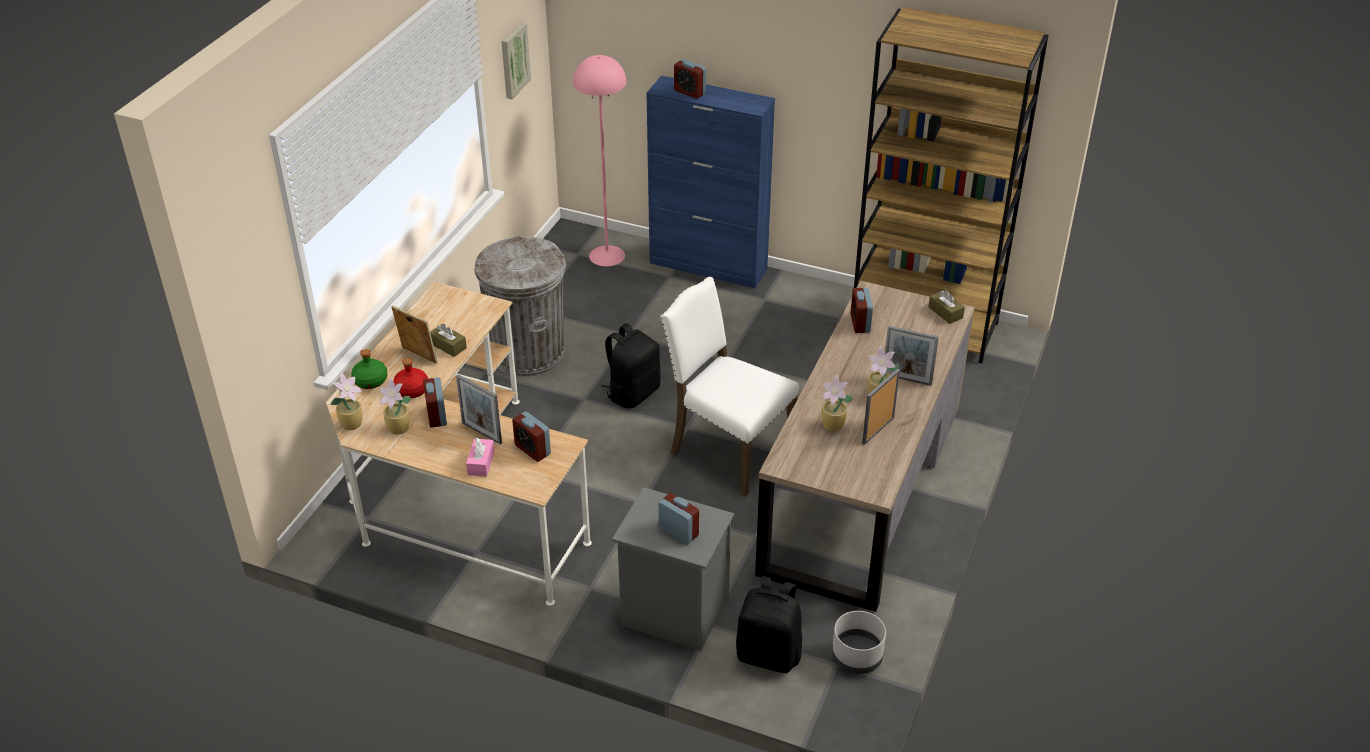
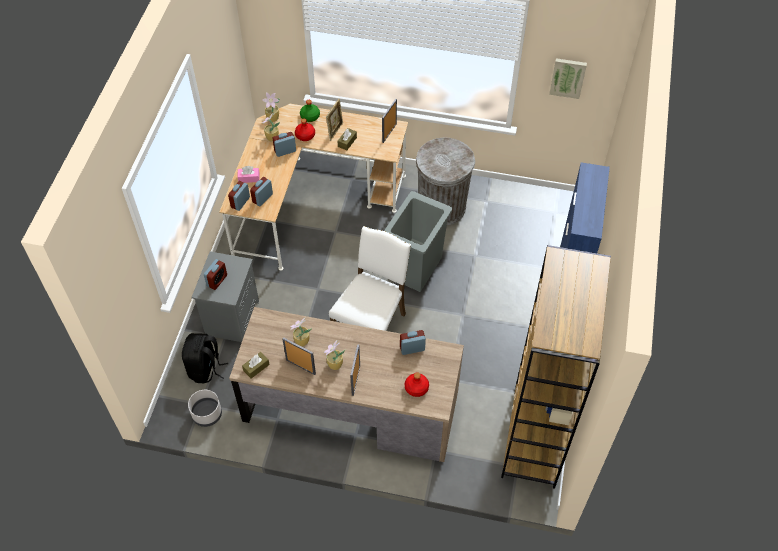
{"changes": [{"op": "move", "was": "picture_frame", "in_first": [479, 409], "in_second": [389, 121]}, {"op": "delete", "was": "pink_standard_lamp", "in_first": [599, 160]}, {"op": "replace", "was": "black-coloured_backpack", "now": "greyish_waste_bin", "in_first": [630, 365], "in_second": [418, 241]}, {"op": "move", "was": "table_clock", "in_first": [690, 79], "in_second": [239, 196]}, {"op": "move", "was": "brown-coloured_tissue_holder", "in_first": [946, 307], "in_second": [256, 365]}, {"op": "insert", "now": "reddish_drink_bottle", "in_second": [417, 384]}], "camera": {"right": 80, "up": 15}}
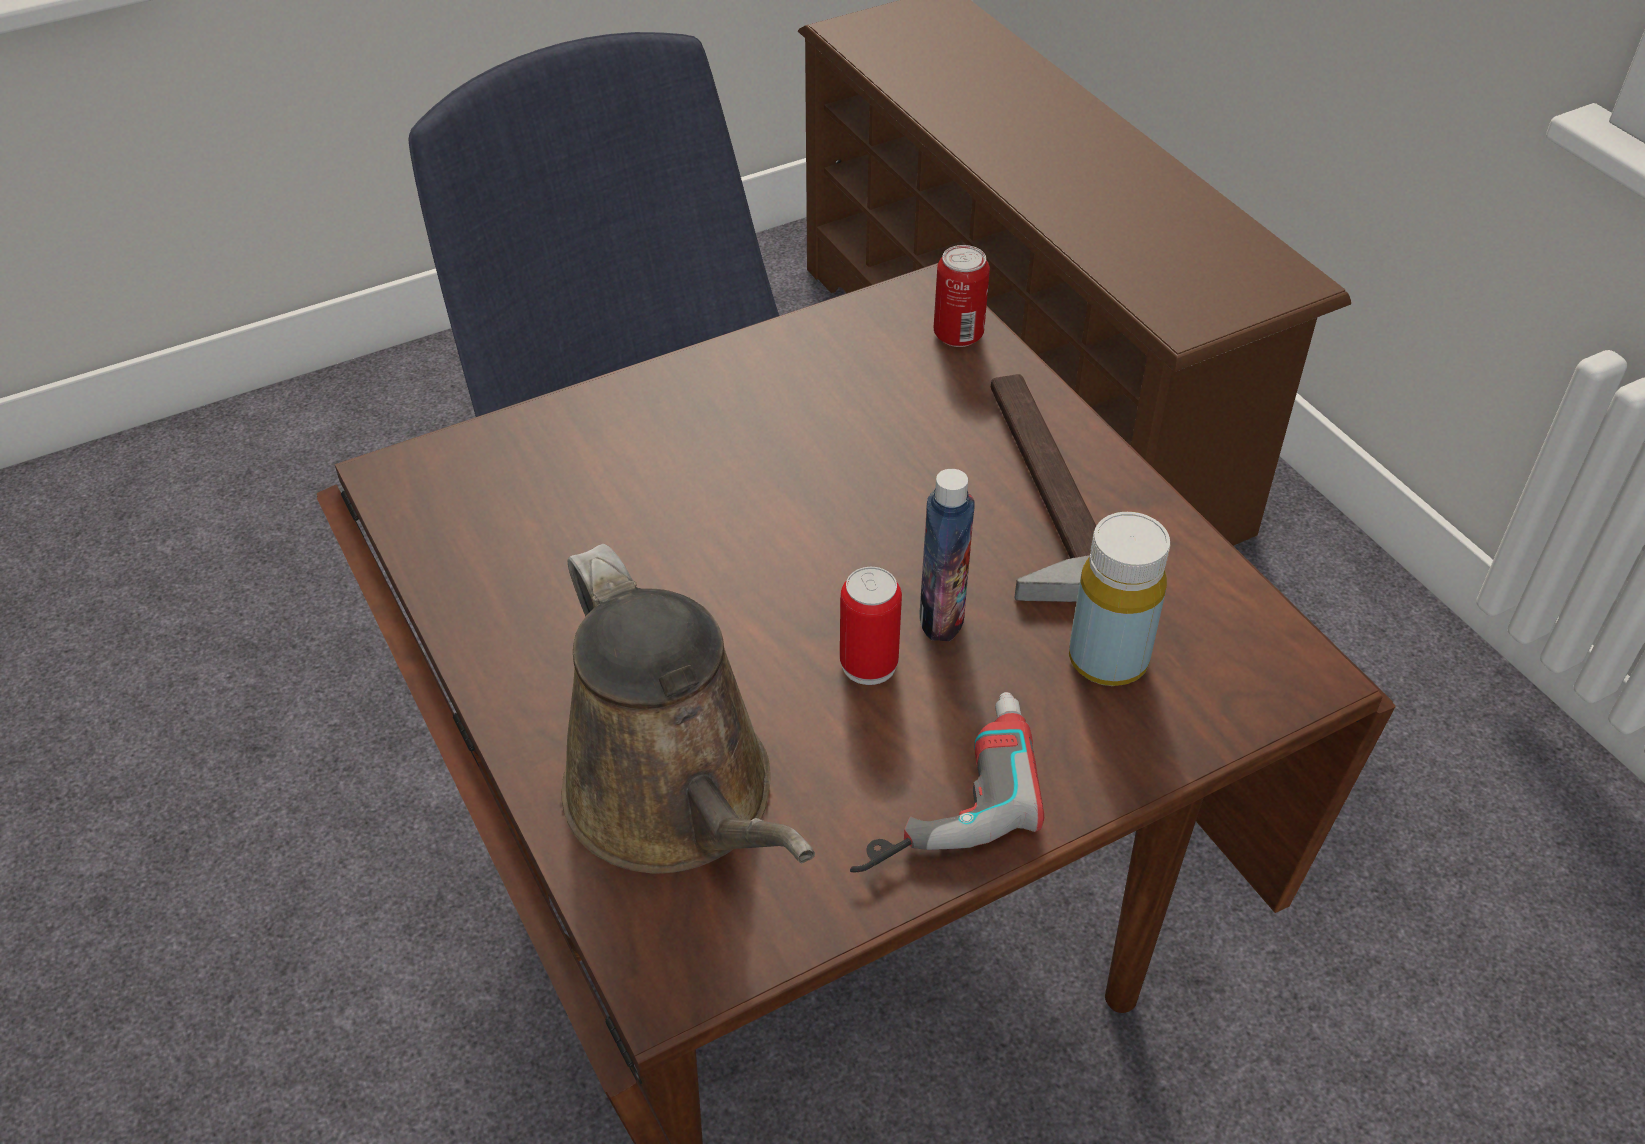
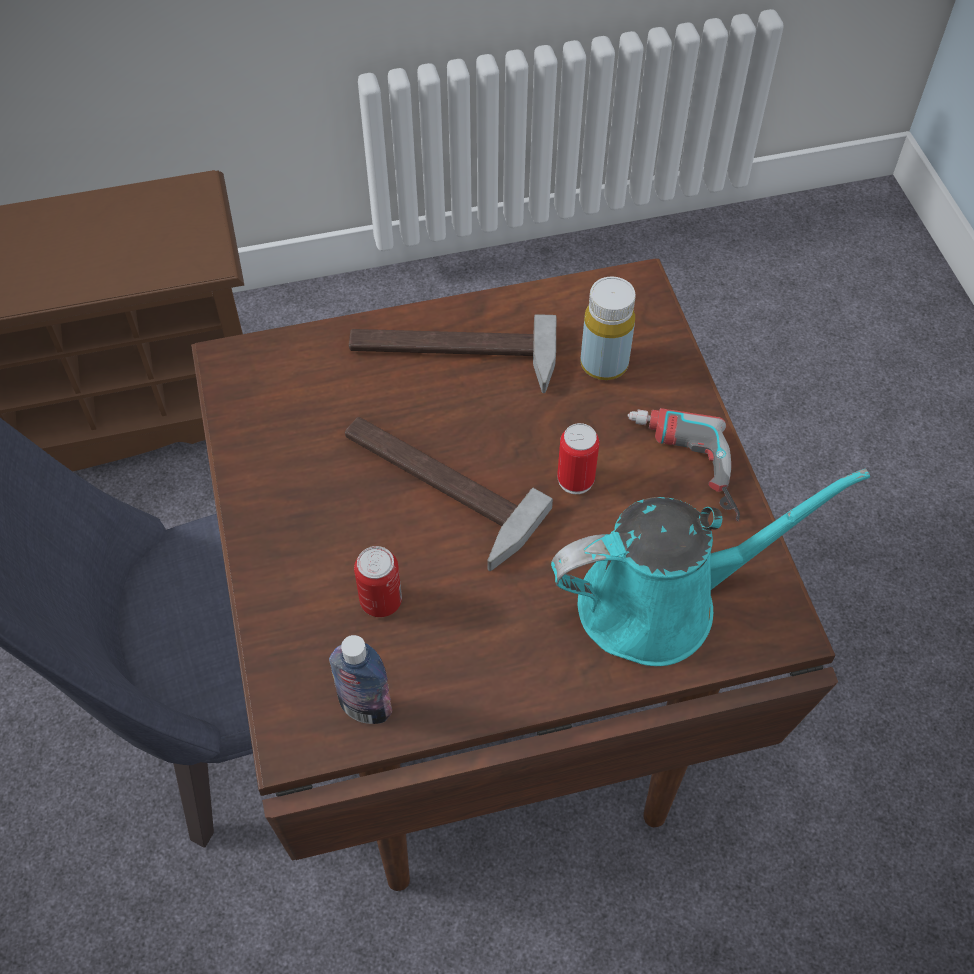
{"changes": [{"op": "recolor", "was": "brown-coloured_watering_pot", "now": "turquoise-coloured_watering_pot", "in_first": [688, 709], "in_second": [710, 567]}, {"op": "move", "was": "drink_bottle", "in_first": [947, 555], "in_second": [360, 679]}, {"op": "move", "was": "metal_can", "in_first": [962, 296], "in_second": [378, 581]}, {"op": "insert", "now": "hammer", "in_second": [449, 494]}], "camera": {"right": -75, "up": 10}}
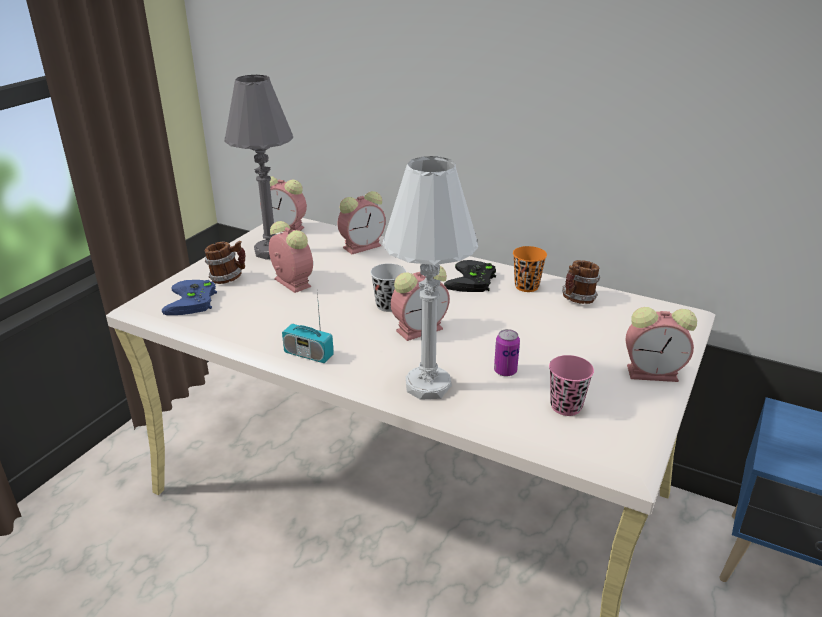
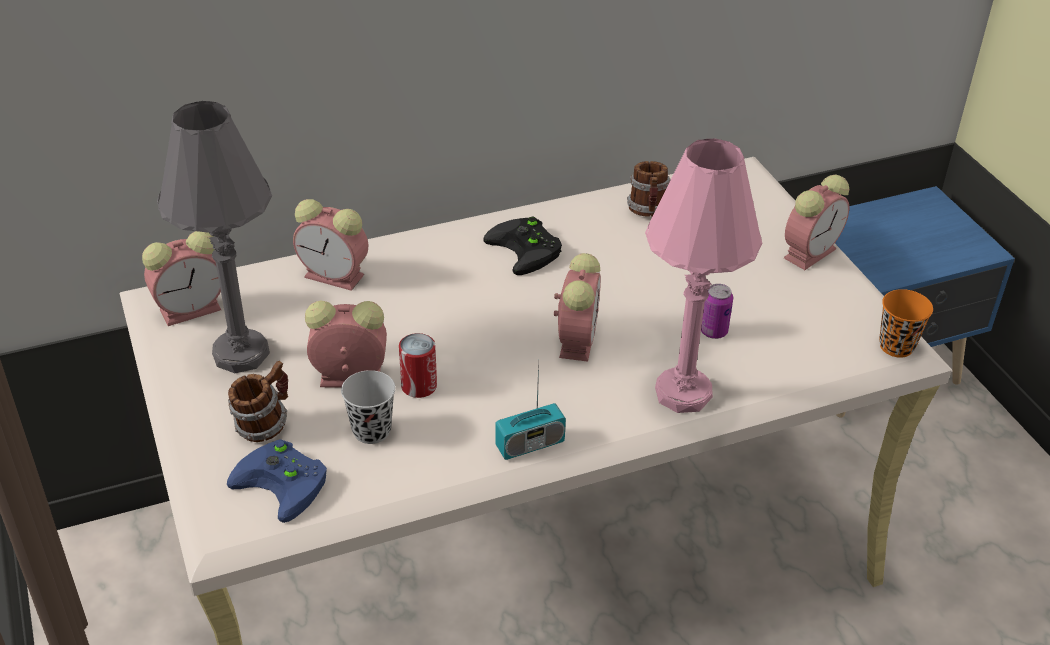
{"changes": [{"op": "rotate", "was": "table_clock", "in_first": [362, 222], "in_second": [330, 245], "clockwise": 105}, {"op": "move", "was": "black-coloured_drinking_cup", "in_first": [388, 288], "in_second": [368, 407]}, {"op": "recolor", "was": "whitish_lamp_for_a_table", "now": "pink_lamp_for_a_table", "in_first": [430, 278], "in_second": [703, 275]}, {"op": "move", "was": "orange_drinking_cup", "in_first": [530, 269], "in_second": [906, 323]}, {"op": "delete", "was": "pink_drinking_cup", "in_first": [571, 385]}, {"op": "insert", "now": "metal_can", "in_second": [418, 365]}], "camera": {"right": -50, "up": 10}}
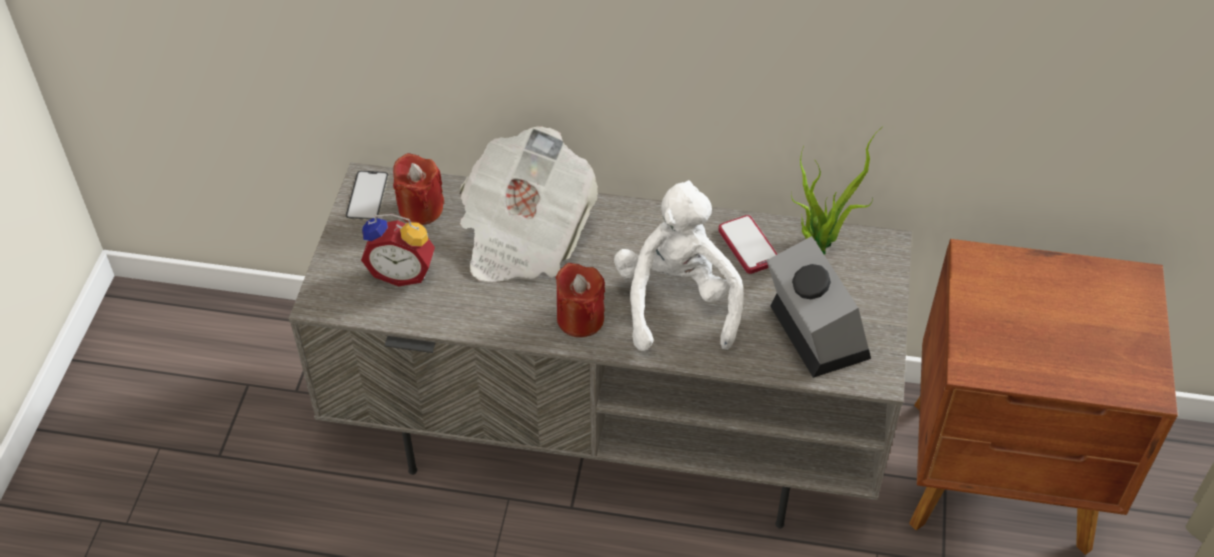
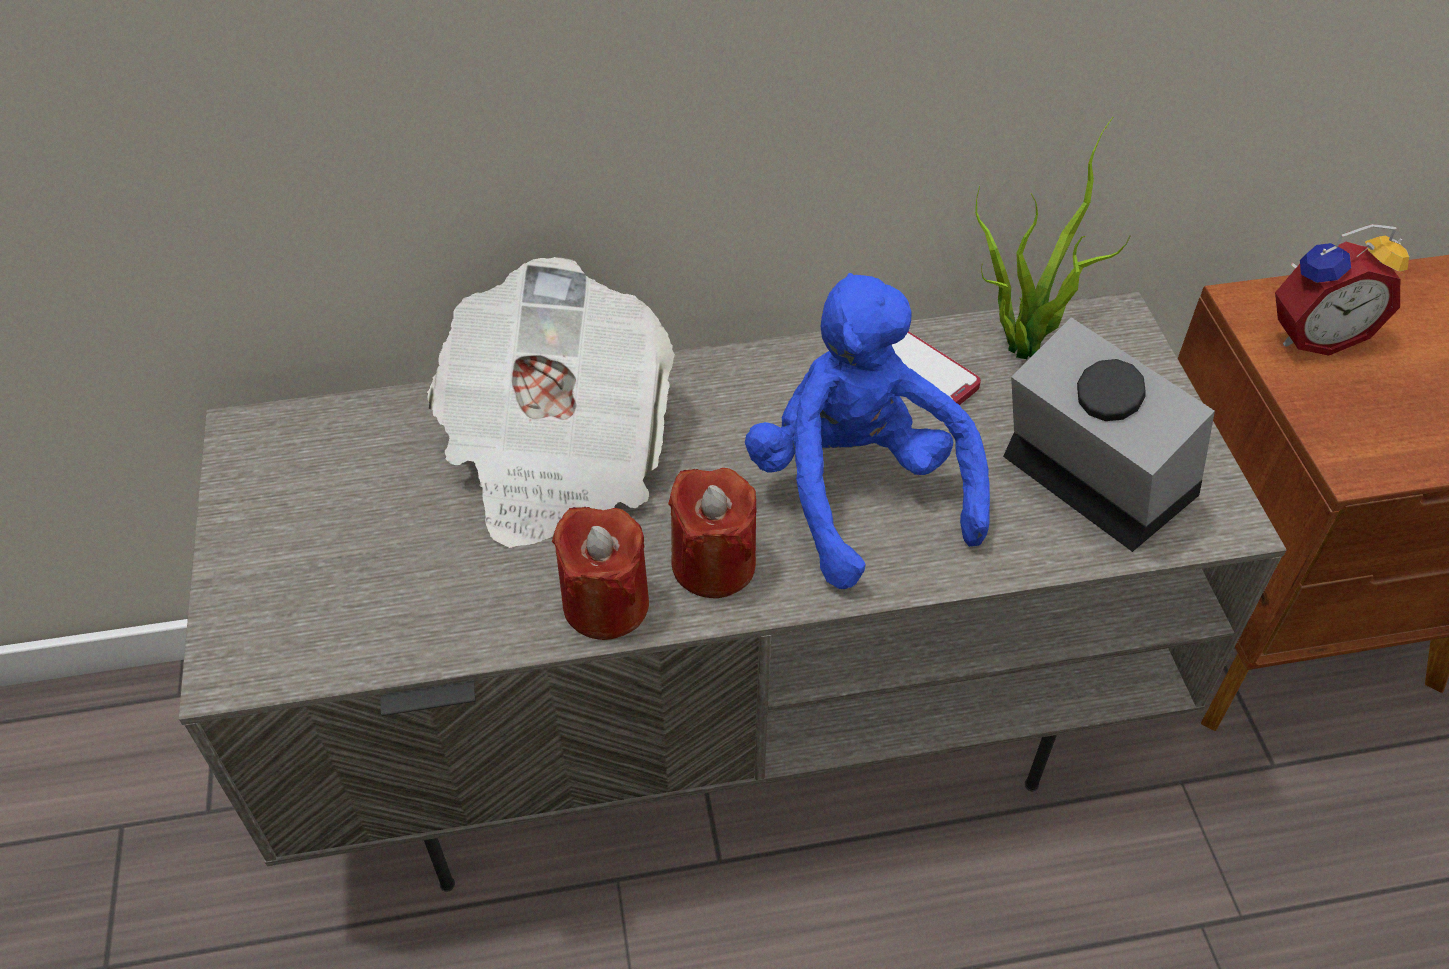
{"changes": [{"op": "delete", "was": "handset", "in_first": [367, 195]}, {"op": "move", "was": "table_clock", "in_first": [398, 250], "in_second": [1342, 290]}, {"op": "move", "was": "reddish_wax_candle", "in_first": [418, 189], "in_second": [600, 573]}, {"op": "recolor", "was": "whitish_soft_toy", "now": "bluish_soft_toy", "in_first": [679, 265], "in_second": [867, 431]}], "camera": {"right": -20, "up": 0}}
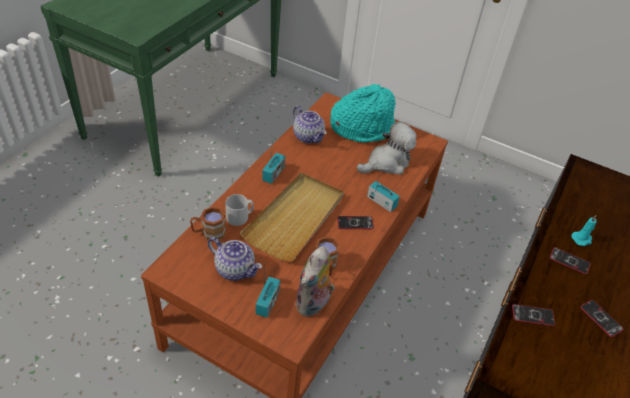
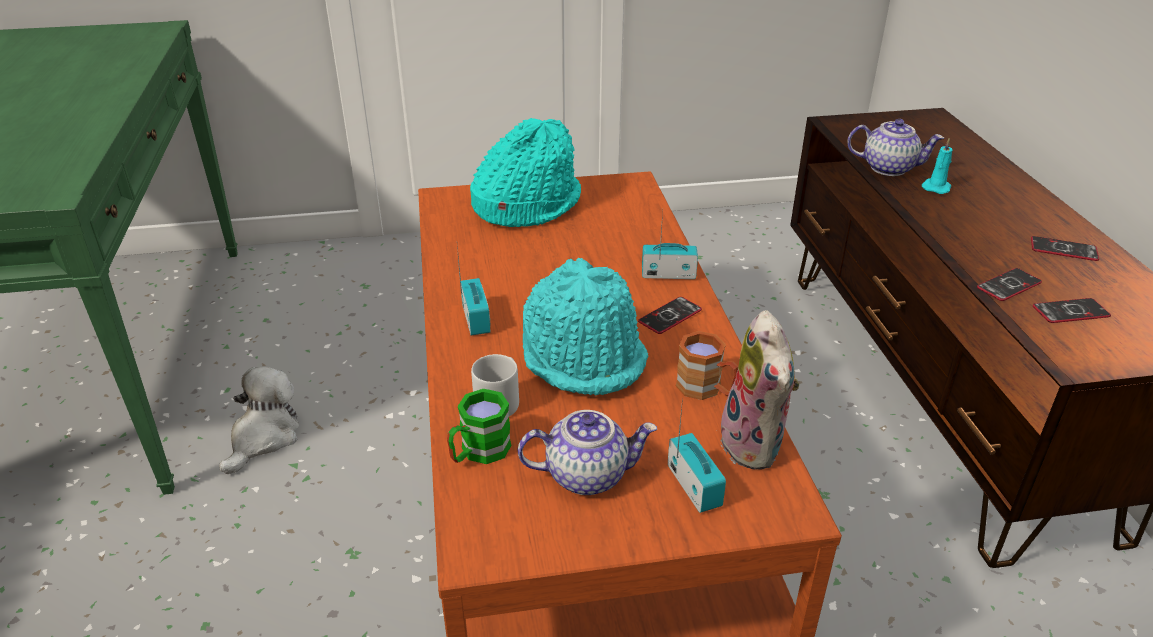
{"changes": [{"op": "recolor", "was": "brown-coloured_tea_mug", "now": "green-coloured_tea_mug", "in_first": [208, 224], "in_second": [479, 426]}, {"op": "replace", "was": "sand-coloured_serving_tray", "now": "turquoise-coloured_hat", "in_first": [292, 217], "in_second": [586, 327]}, {"op": "move", "was": "tea_pot", "in_first": [310, 124], "in_second": [895, 147]}, {"op": "move", "was": "soft_toy", "in_first": [386, 148], "in_second": [259, 420]}, {"op": "move", "was": "handset", "in_first": [570, 260], "in_second": [1072, 310]}], "camera": {"right": -35, "up": -10}}
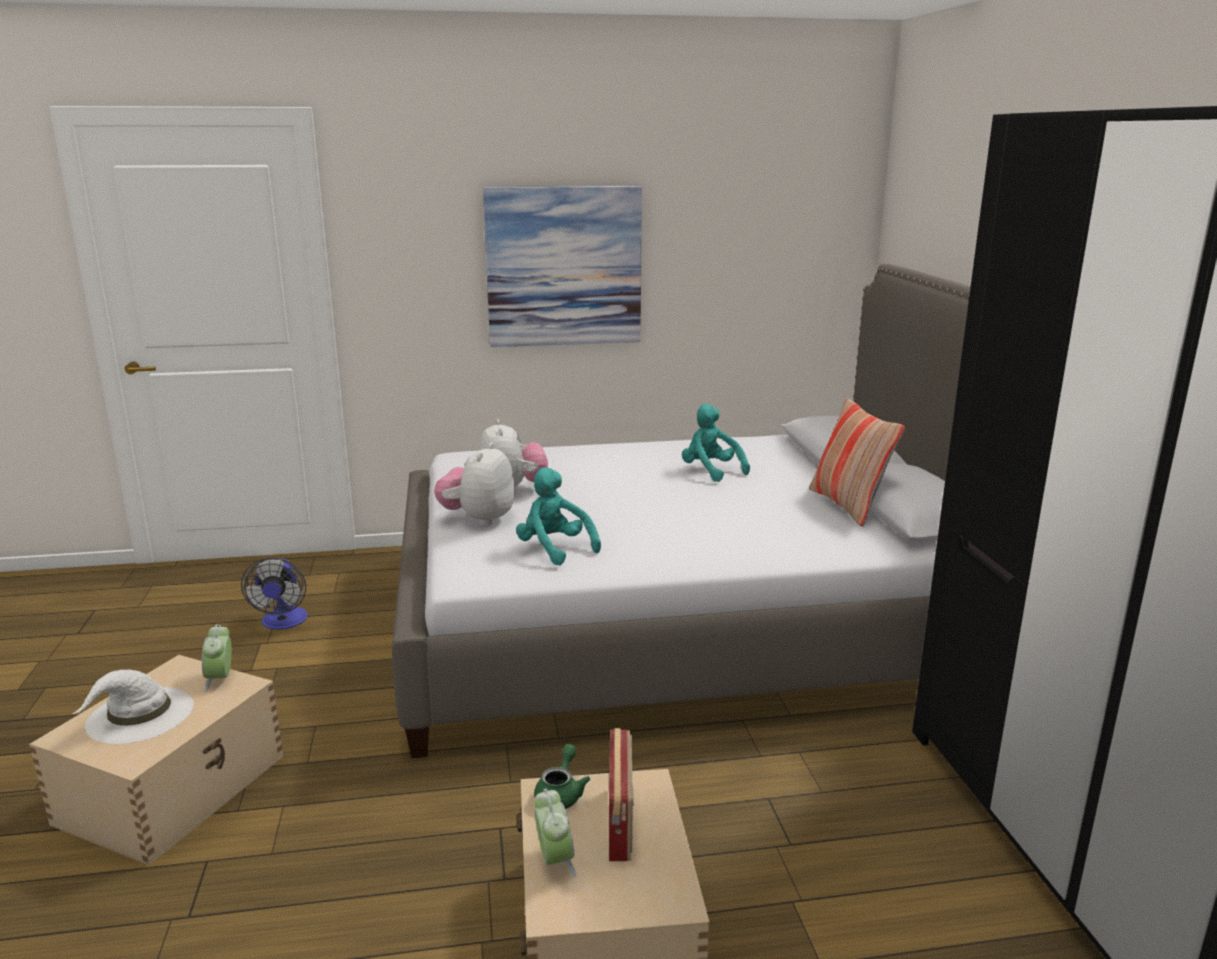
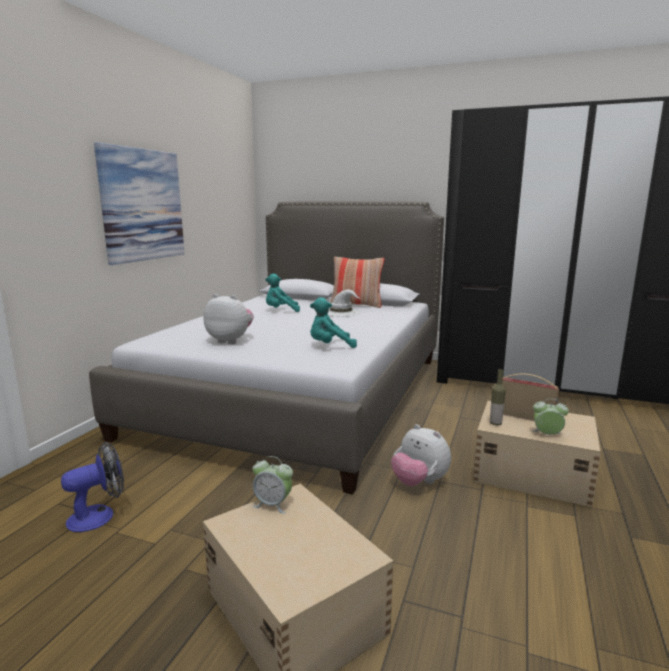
{"changes": [{"op": "move", "was": "whitish_hat", "in_first": [133, 707], "in_second": [344, 303]}, {"op": "rotate", "was": "fan", "in_first": [274, 593], "in_second": [92, 487], "clockwise": -60}, {"op": "move", "was": "soft_toy", "in_first": [474, 484], "in_second": [421, 455]}, {"op": "replace", "was": "green-coloured_tea_pot", "now": "drink_bottle", "in_first": [562, 776], "in_second": [498, 397]}], "camera": {"right": -60, "up": -5}}
